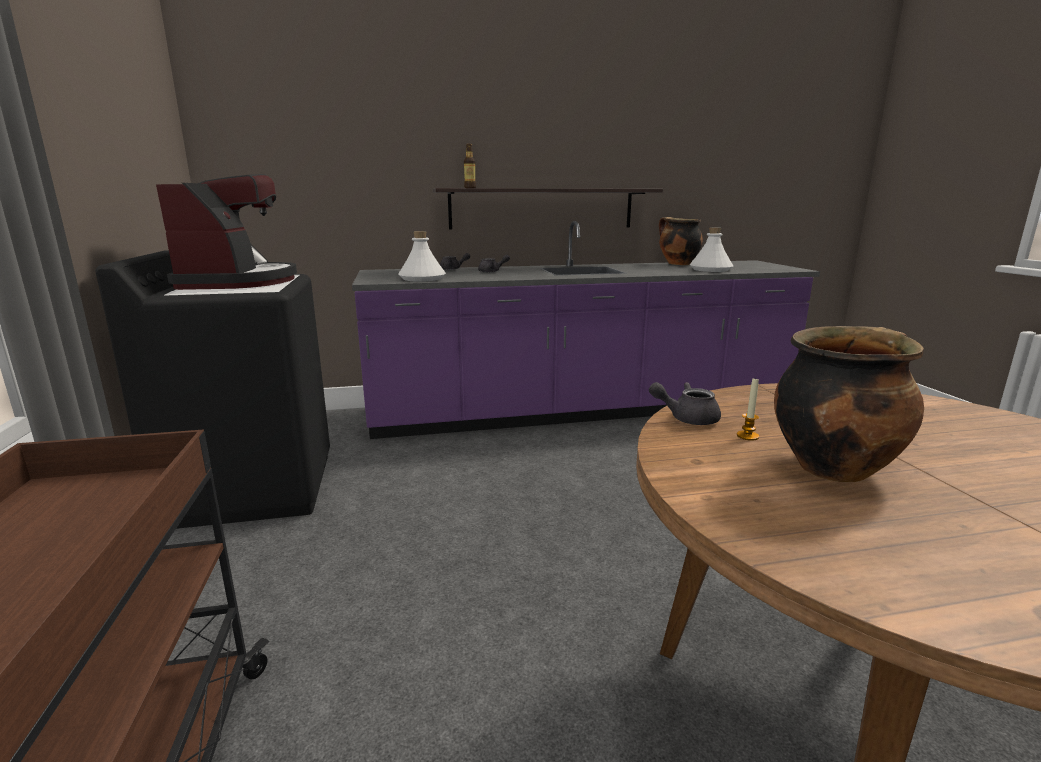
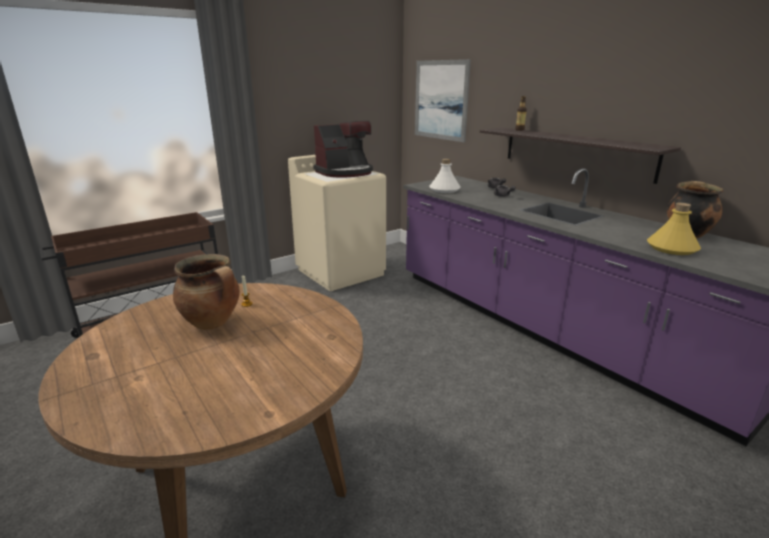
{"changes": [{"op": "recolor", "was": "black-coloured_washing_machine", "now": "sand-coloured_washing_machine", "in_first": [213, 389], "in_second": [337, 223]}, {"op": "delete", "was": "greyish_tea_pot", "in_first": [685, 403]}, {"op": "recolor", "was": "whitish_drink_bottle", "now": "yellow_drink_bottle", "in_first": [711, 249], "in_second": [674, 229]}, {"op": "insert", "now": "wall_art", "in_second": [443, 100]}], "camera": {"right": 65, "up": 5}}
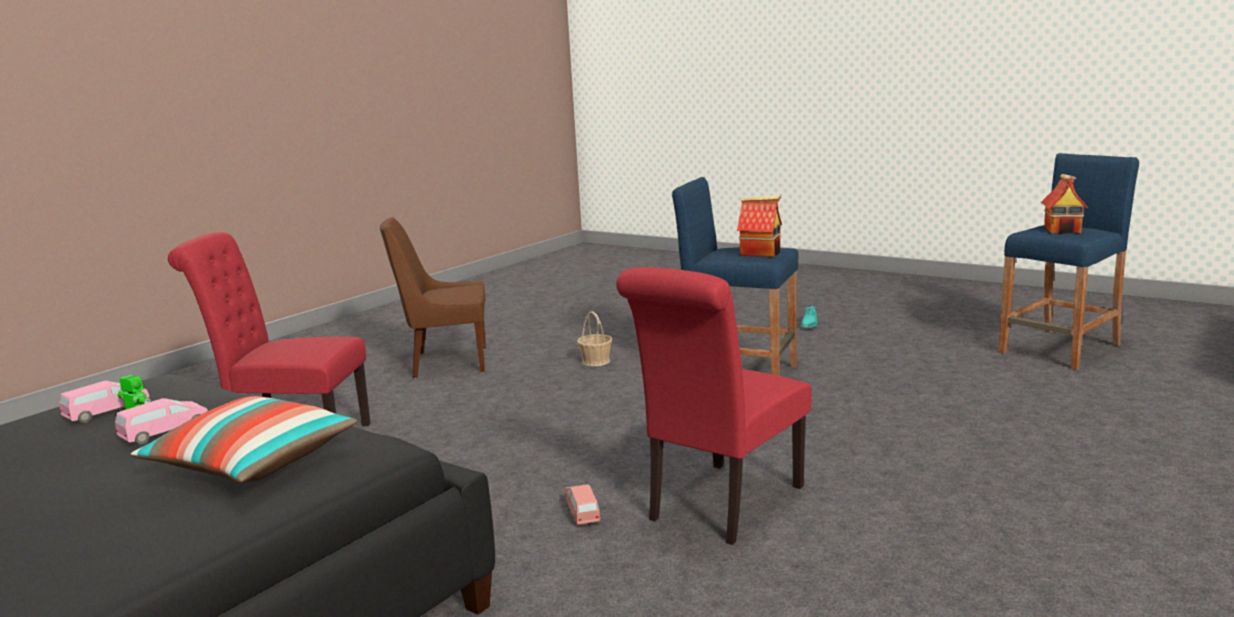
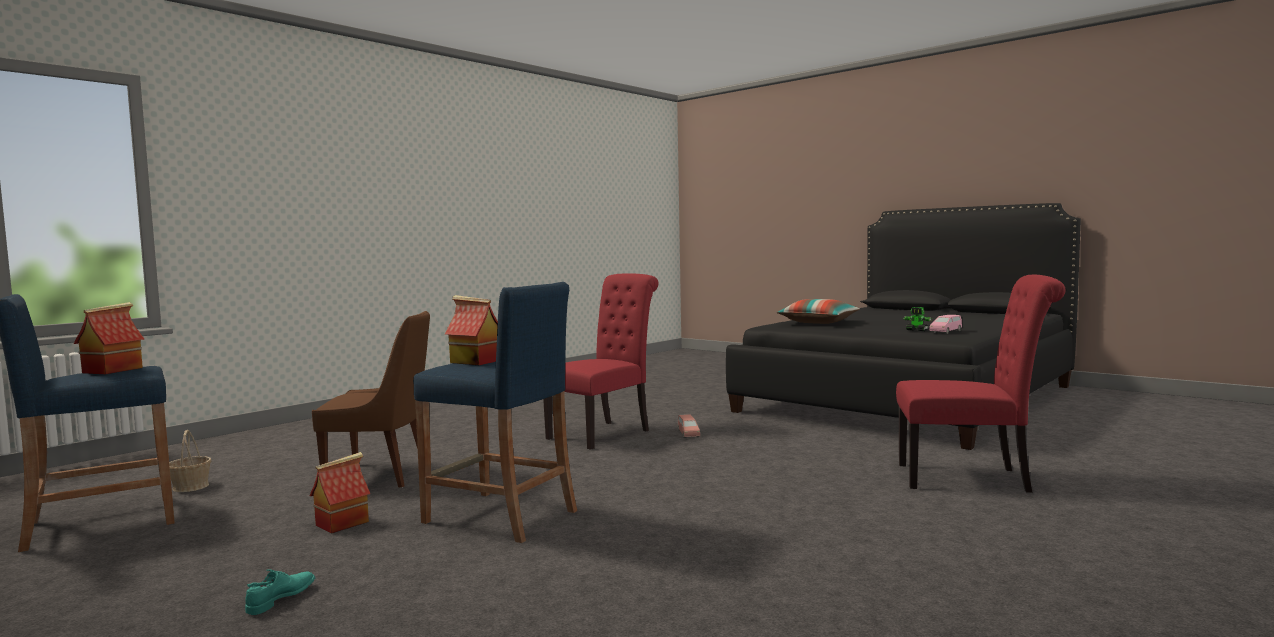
{"changes": [{"op": "delete", "was": "pink_miniature_car", "in_first": [161, 421]}, {"op": "move", "was": "brown-coloured_plain_chair", "in_first": [433, 297], "in_second": [371, 399]}, {"op": "move", "was": "basket", "in_first": [594, 338], "in_second": [190, 461]}, {"op": "insert", "now": "model_house", "in_second": [340, 493]}], "camera": {"right": -175, "up": -10}}
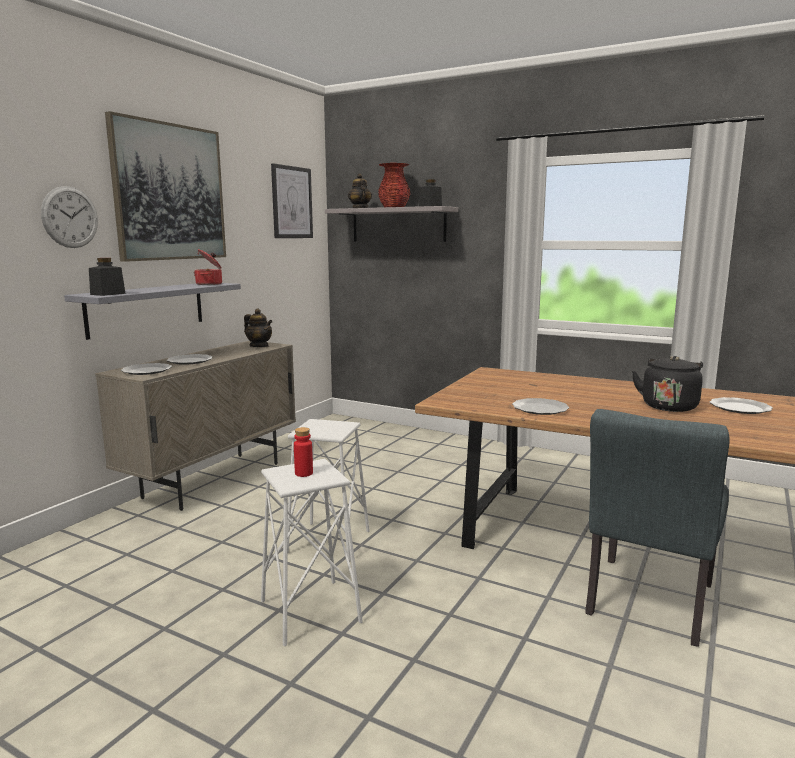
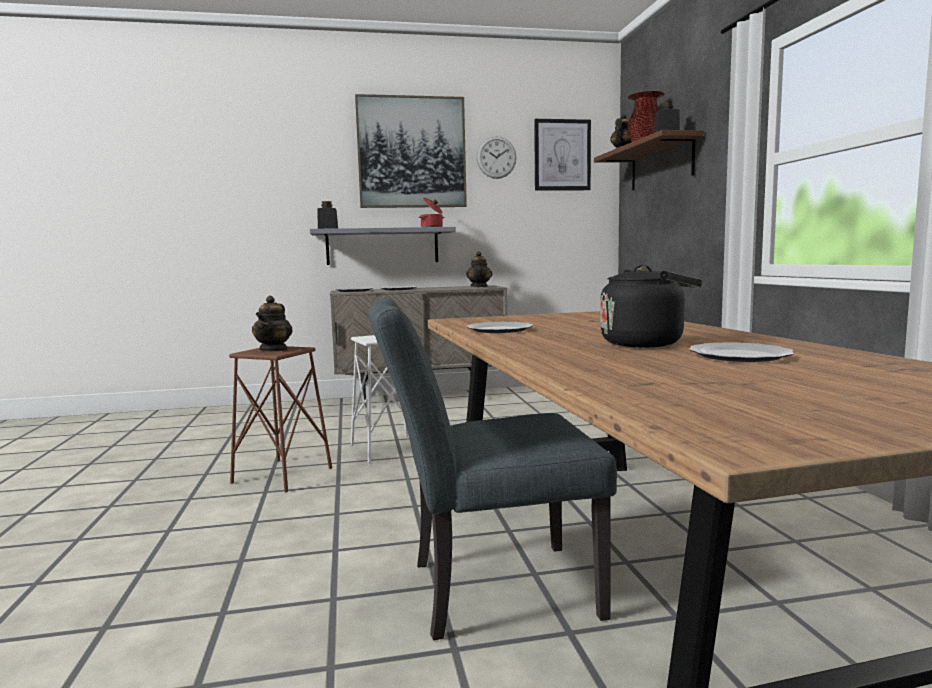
{"changes": [{"op": "move", "was": "wall_clock", "in_first": [69, 217], "in_second": [496, 157]}, {"op": "recolor", "was": "whitish_stool", "now": "brown-coloured_stool", "in_first": [312, 552], "in_second": [280, 419]}, {"op": "replace", "was": "reddish_drink_bottle", "now": "tea_pot", "in_first": [303, 452], "in_second": [272, 324]}, {"op": "recolor", "was": "greyish_bracket_shelf", "now": "brown-coloured_bracket_shelf", "in_first": [391, 224], "in_second": [649, 160]}], "camera": {"right": 50, "up": -5}}
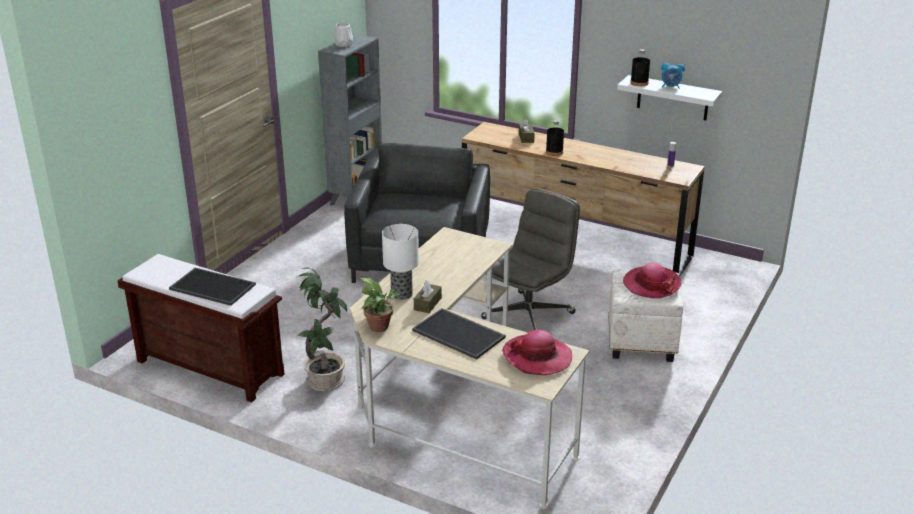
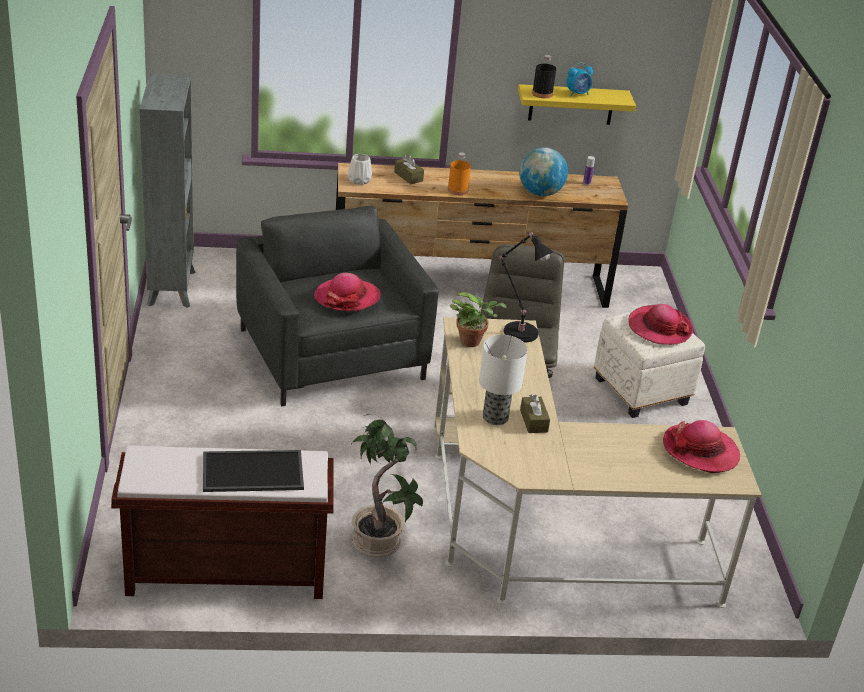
{"changes": [{"op": "move", "was": "whitish_decorative_vase", "in_first": [343, 35], "in_second": [360, 169]}, {"op": "move", "was": "houseplant", "in_first": [380, 305], "in_second": [478, 319]}, {"op": "delete", "was": "serving_tray", "in_first": [459, 334]}, {"op": "recolor", "was": "black-coloured_drink_bottle", "now": "orange_drink_bottle", "in_first": [555, 138], "in_second": [459, 173]}, {"op": "recolor", "was": "whitish_bracket_shelf", "now": "yellow_bracket_shelf", "in_first": [670, 97], "in_second": [577, 104]}, {"op": "insert", "now": "hat", "in_second": [347, 292]}, {"op": "insert", "now": "black-coloured_lamp_for_a_table", "in_second": [525, 287]}, {"op": "insert", "now": "desk_globe", "in_second": [543, 171]}], "camera": {"right": -35, "up": 5}}
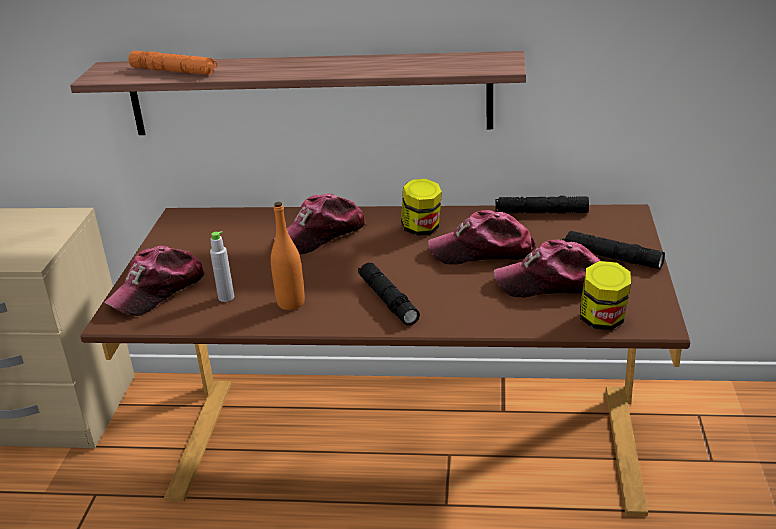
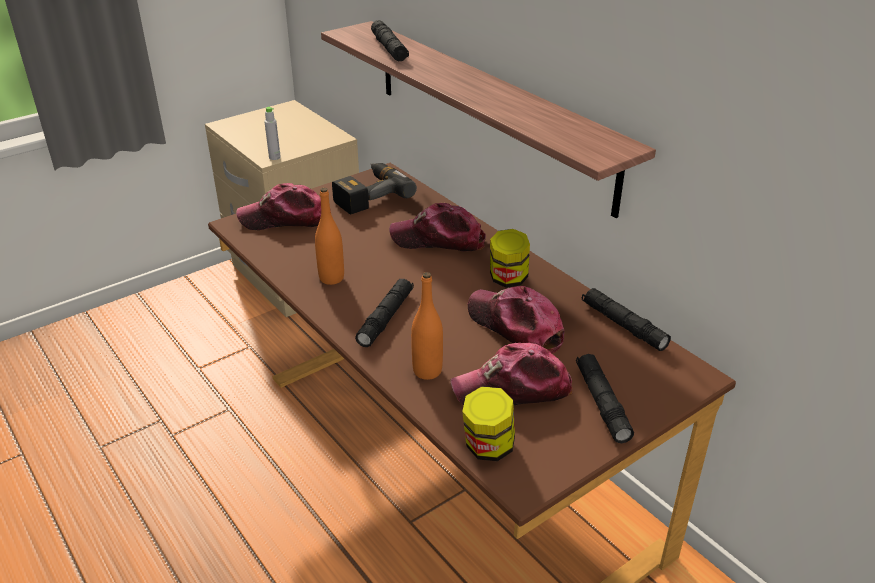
{"changes": [{"op": "recolor", "was": "orange_hand_torch", "now": "black-coloured_hand_torch", "in_first": [173, 63], "in_second": [390, 40]}, {"op": "move", "was": "greyish_drink_bottle", "in_first": [222, 266], "in_second": [272, 133]}, {"op": "rotate", "was": "baseball_cap", "in_first": [547, 268], "in_second": [511, 374], "clockwise": -60}, {"op": "insert", "now": "power_drill", "in_second": [374, 188]}, {"op": "insert", "now": "orange_drink_bottle", "in_second": [427, 326]}], "camera": {"right": 45, "up": 5}}
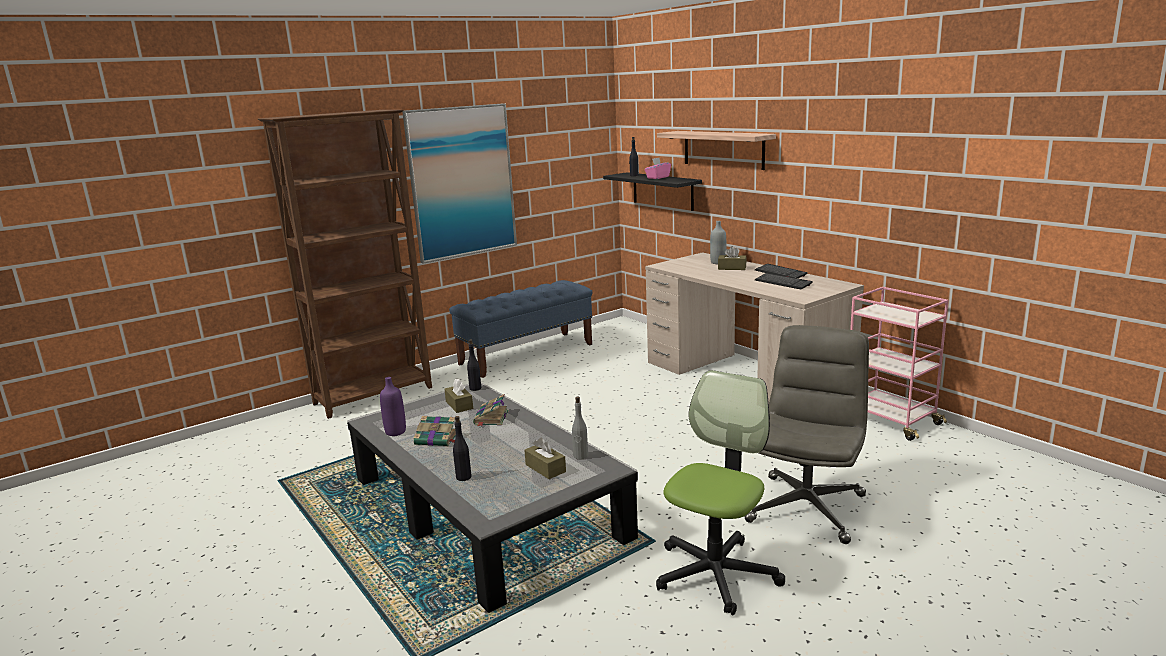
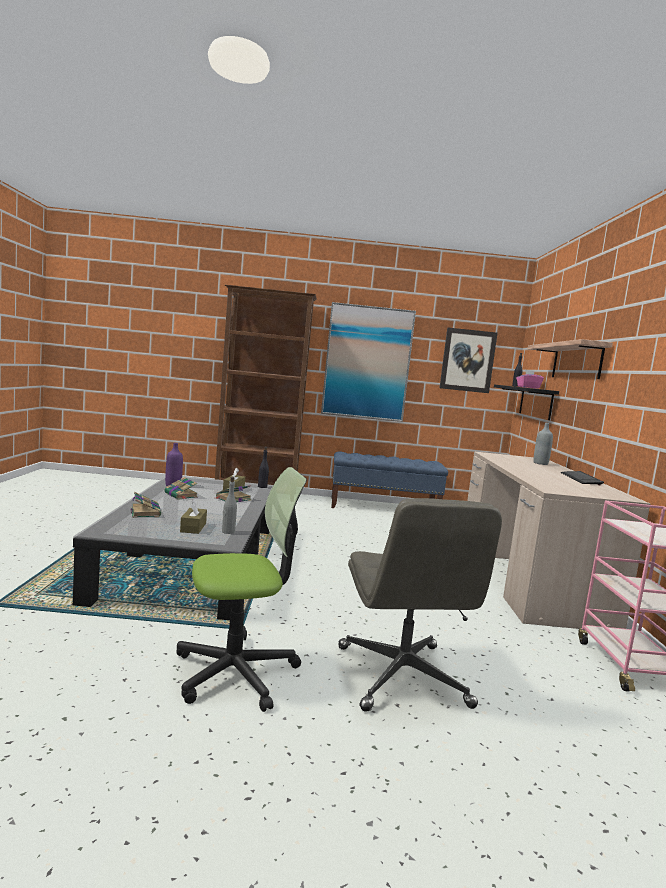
{"changes": [{"op": "replace", "was": "black-coloured_drink_bottle", "now": "bound_book", "in_first": [462, 448], "in_second": [146, 505]}, {"op": "delete", "was": "brown-coloured_tissue_holder", "in_first": [732, 258]}, {"op": "rotate", "was": "greyish_office_chair", "in_first": [806, 434], "in_second": [420, 605], "clockwise": 105}, {"op": "delete", "was": "PC_keyboard", "in_first": [784, 281]}, {"op": "insert", "now": "wall_art", "in_second": [469, 360]}], "camera": {"right": 35, "up": -10}}
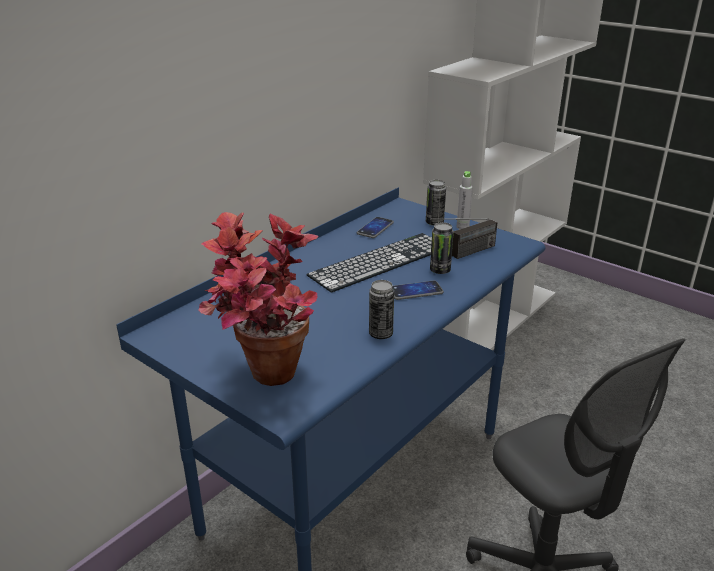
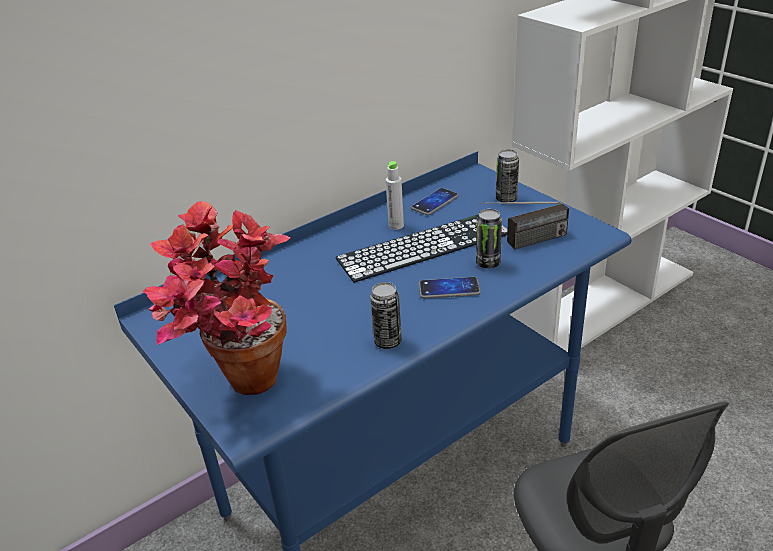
{"changes": [{"op": "move", "was": "greyish_drink_bottle", "in_first": [465, 200], "in_second": [395, 195]}], "camera": {"right": 15, "up": 5}}
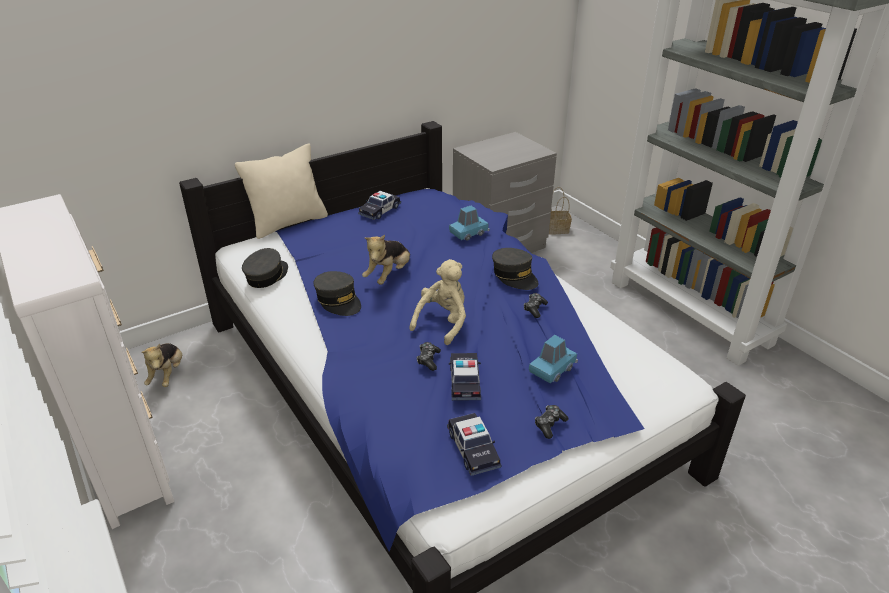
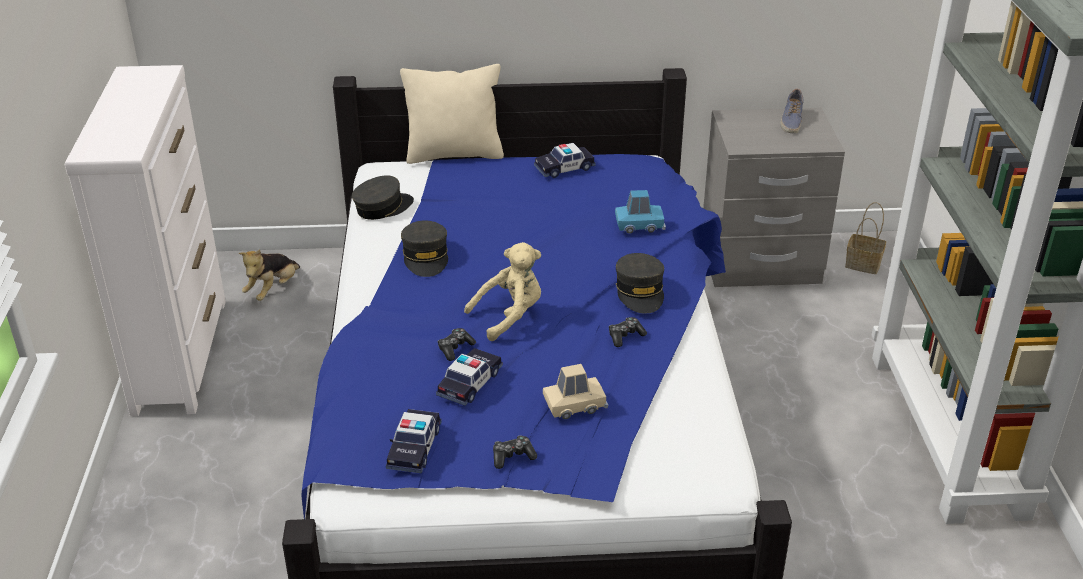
{"changes": [{"op": "delete", "was": "soft_toy", "in_first": [386, 259]}, {"op": "recolor", "was": "bluish_miniature_car", "now": "sand-coloured_miniature_car", "in_first": [553, 359], "in_second": [576, 391]}, {"op": "insert", "now": "low_shoe", "in_second": [792, 111]}], "camera": {"right": 30, "up": 0}}
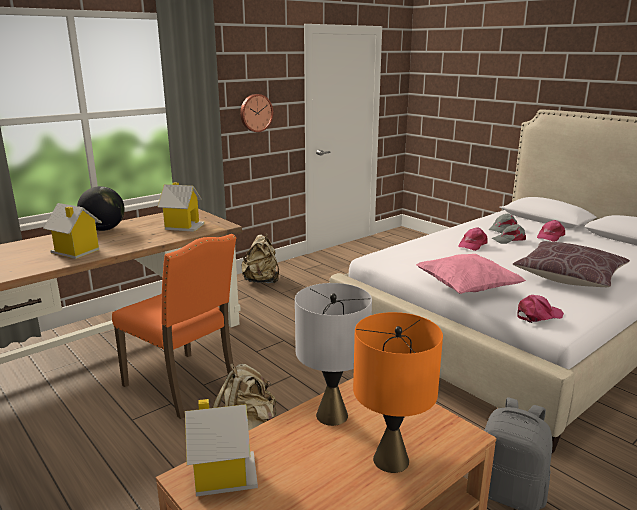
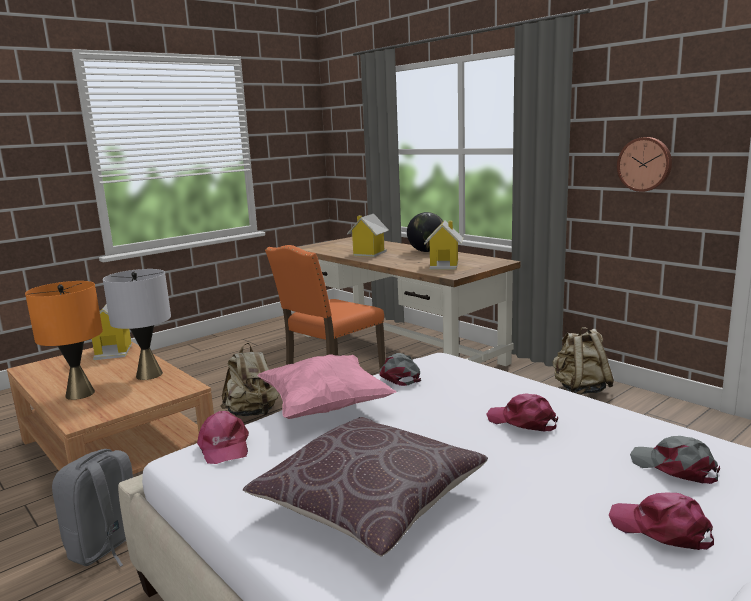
{"changes": [{"op": "move", "was": "greyish_baseball_cap", "in_first": [509, 234], "in_second": [400, 369]}], "camera": {"right": 90, "up": -5}}
